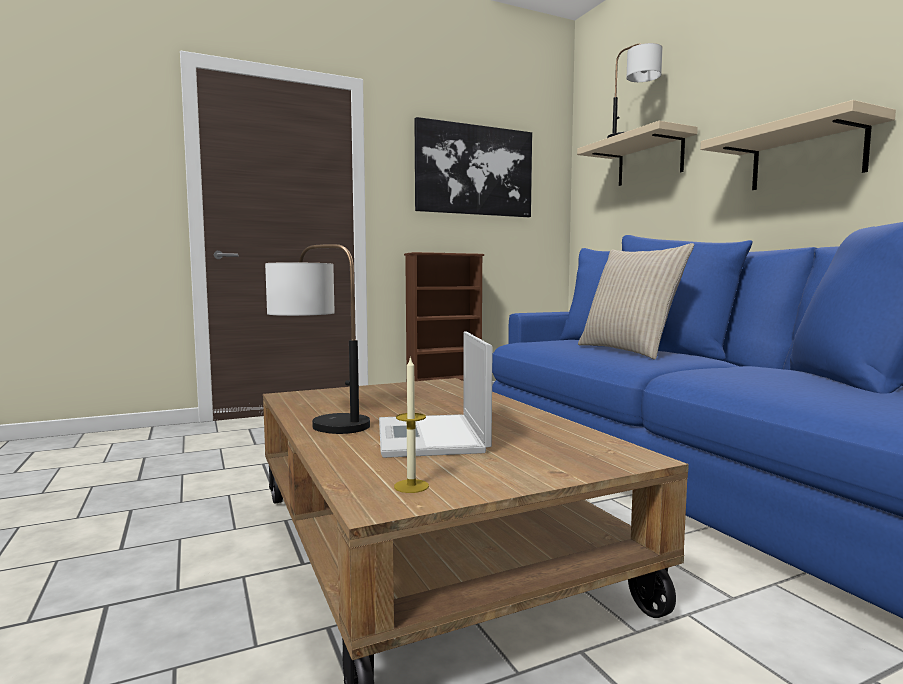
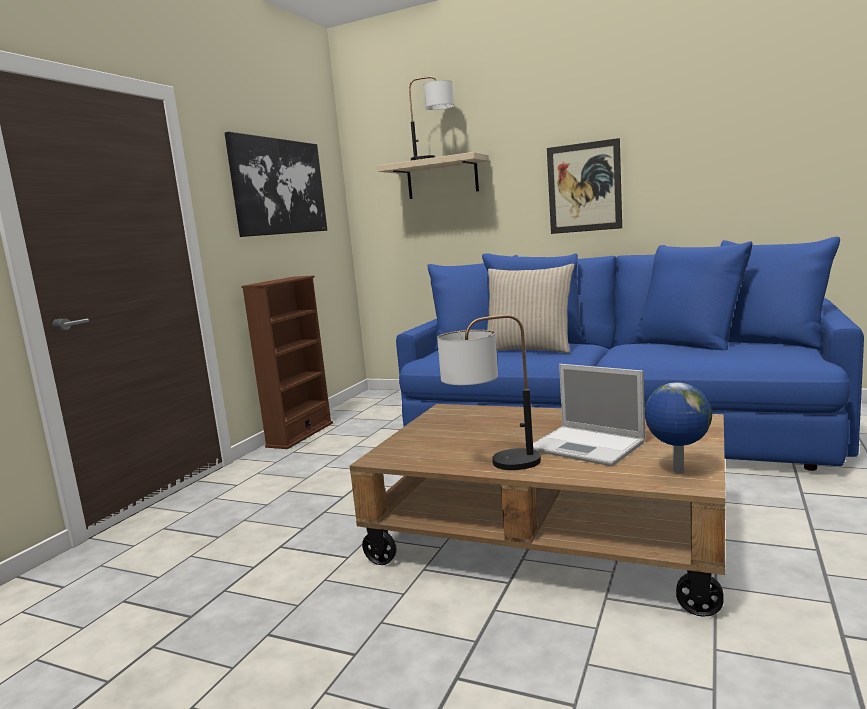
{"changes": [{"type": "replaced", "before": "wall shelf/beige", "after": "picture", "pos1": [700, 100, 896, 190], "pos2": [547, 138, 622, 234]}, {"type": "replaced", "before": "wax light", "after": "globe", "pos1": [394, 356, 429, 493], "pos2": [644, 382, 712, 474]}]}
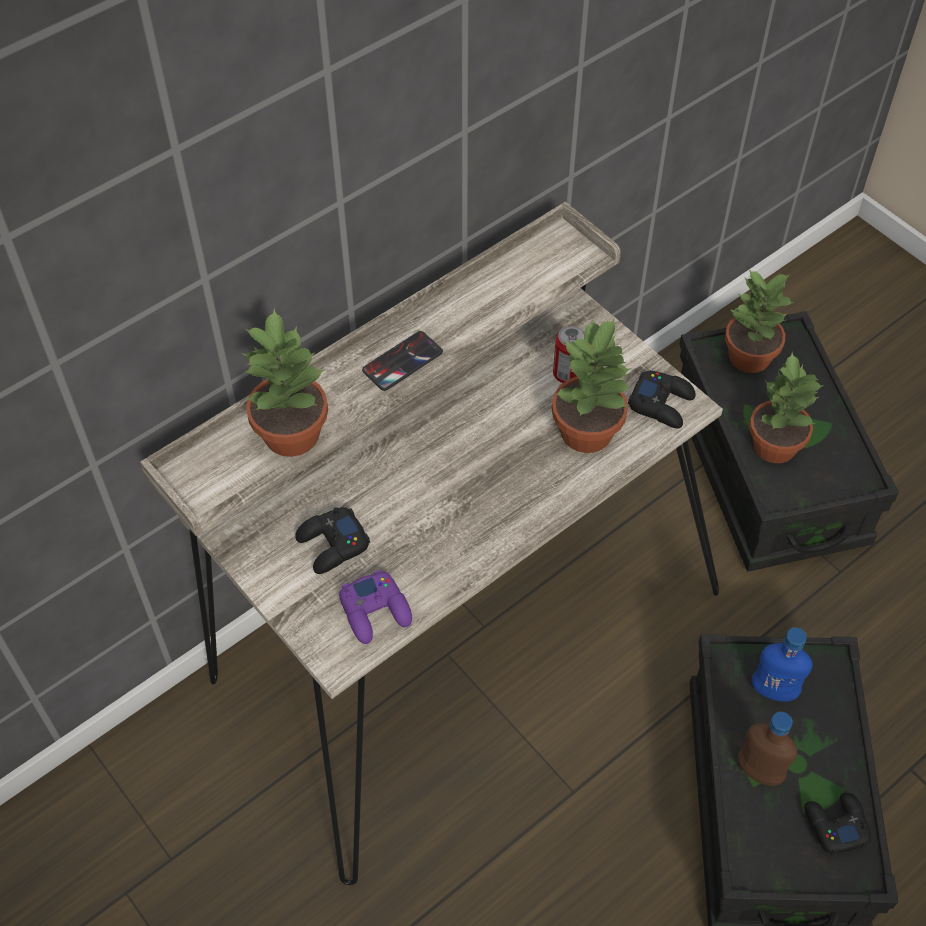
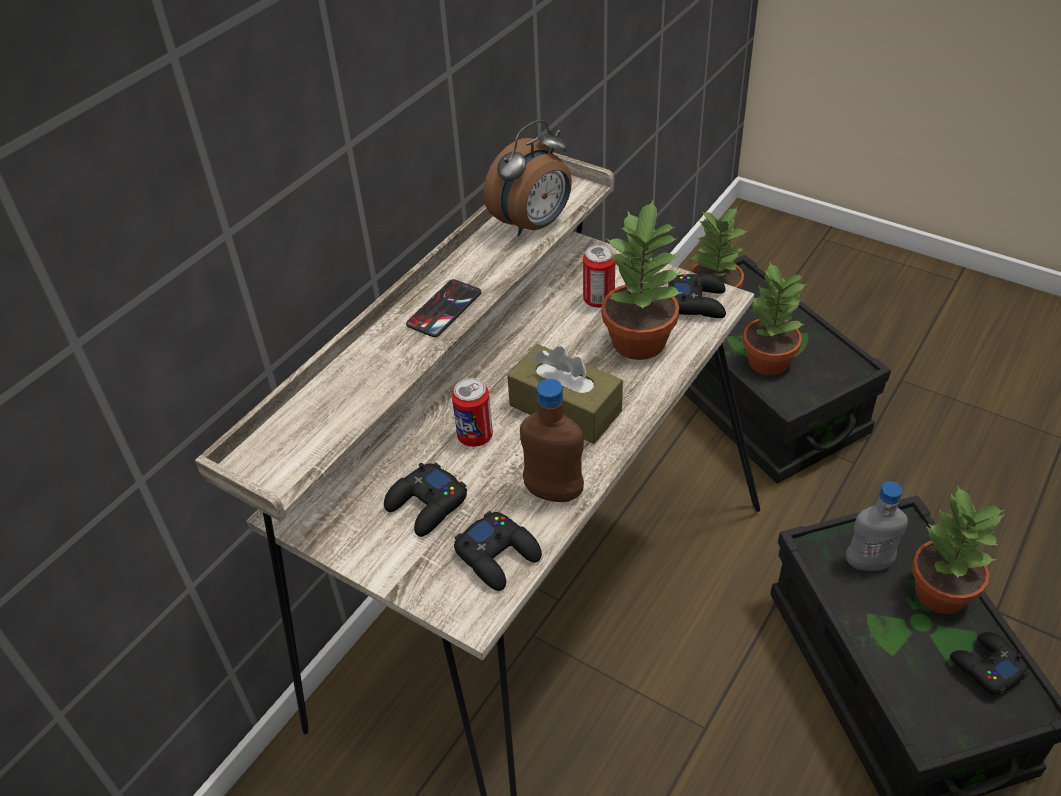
{"changes": [{"type": "moved", "before": "potted plant", "pos1": [242, 308, 328, 457], "pos2": [912, 486, 1004, 614]}, {"type": "recoloured", "before": "gamepad/purplish", "after": "gamepad/black", "pos1": [339, 570, 412, 644], "pos2": [454, 511, 542, 591]}, {"type": "recoloured", "before": "bottle/blue-coloured", "after": "bottle/gray", "pos1": [752, 628, 813, 702], "pos2": [846, 481, 908, 571]}, {"type": "moved", "before": "bottle/brown", "pos1": [738, 712, 797, 786], "pos2": [520, 379, 584, 502]}, {"type": "added", "after": "bedside clock", "pos2": [484, 120, 572, 236]}, {"type": "added", "after": "tissue holder/brown", "pos2": [507, 344, 623, 444]}, {"type": "added", "after": "sealed can", "pos2": [452, 378, 493, 447]}]}
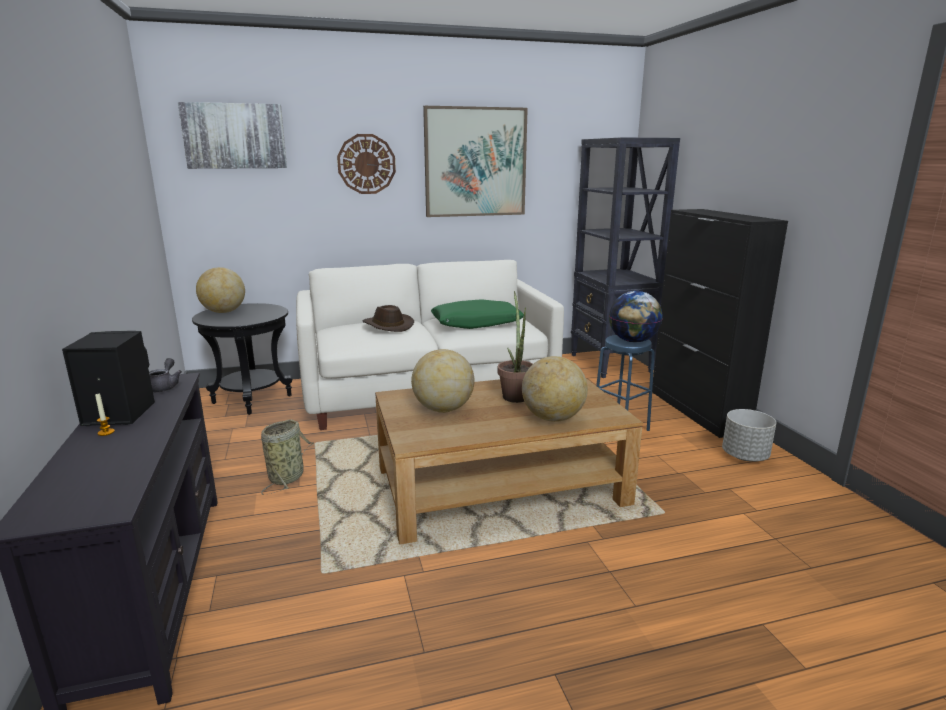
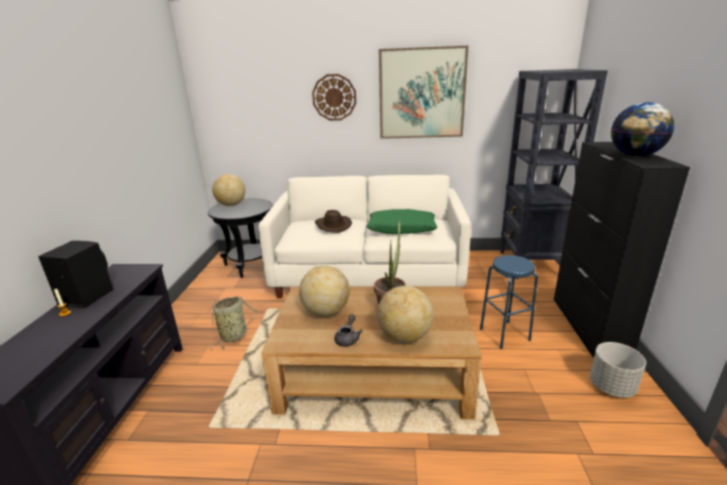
{"changes": [{"type": "removed", "before": "picture", "pos1": [178, 102, 287, 169]}, {"type": "moved", "before": "globe", "pos1": [609, 291, 662, 342], "pos2": [611, 102, 674, 157]}, {"type": "moved", "before": "teapot/gray", "pos1": [149, 358, 182, 392], "pos2": [335, 314, 362, 347]}]}
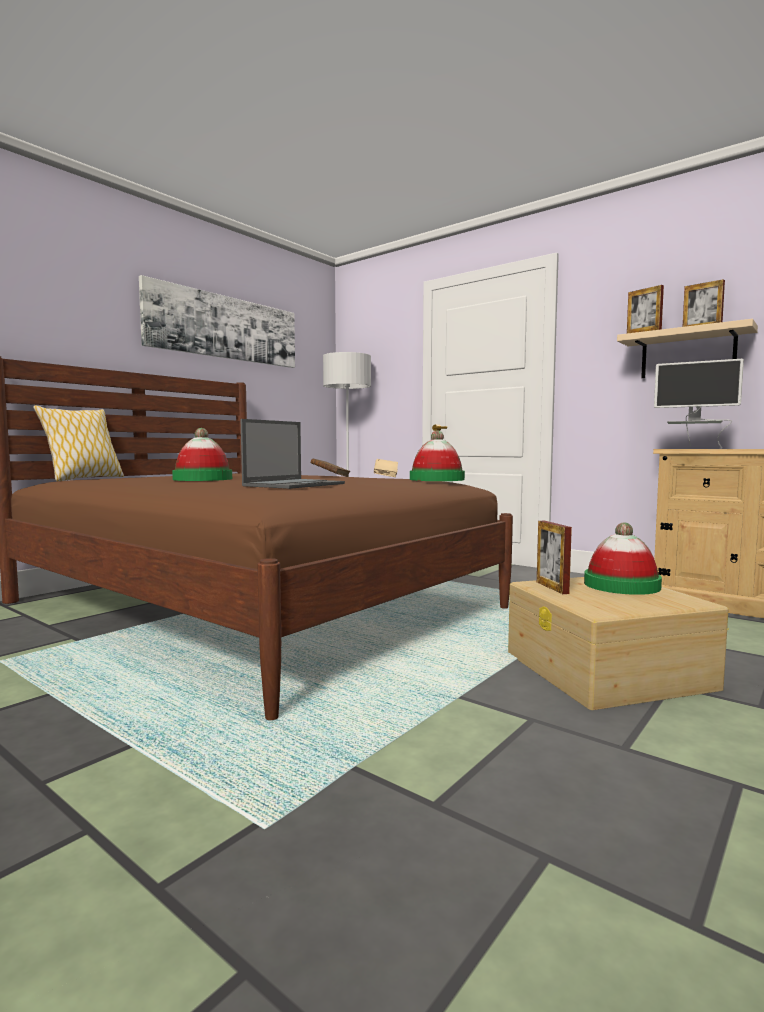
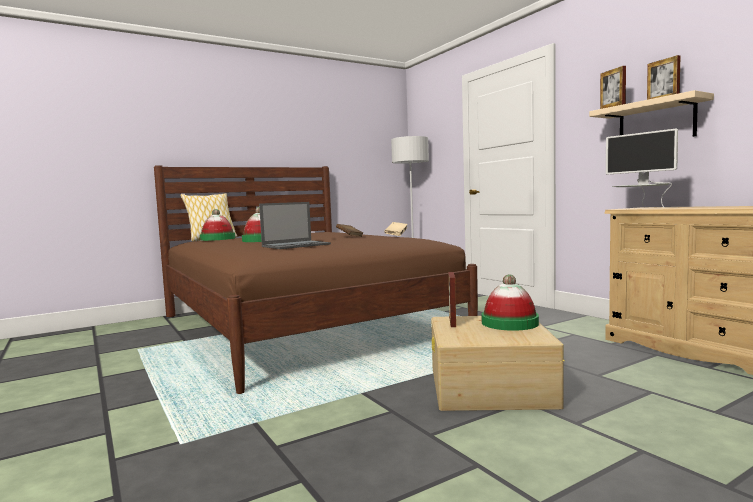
{"changes": [{"type": "removed", "before": "picture", "pos1": [139, 275, 295, 368]}, {"type": "moved", "before": "wearable hat", "pos1": [410, 430, 465, 481], "pos2": [200, 209, 235, 241]}]}
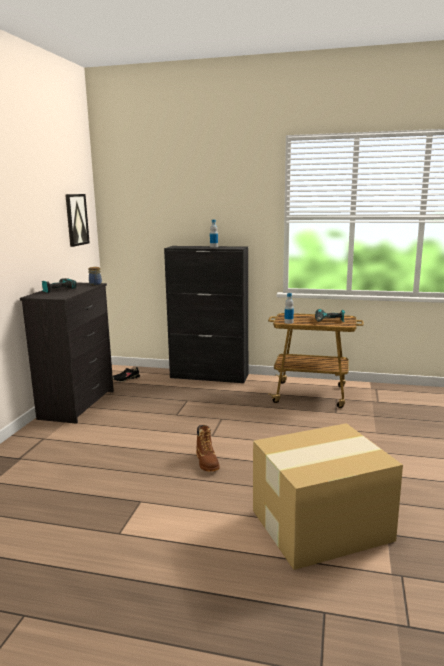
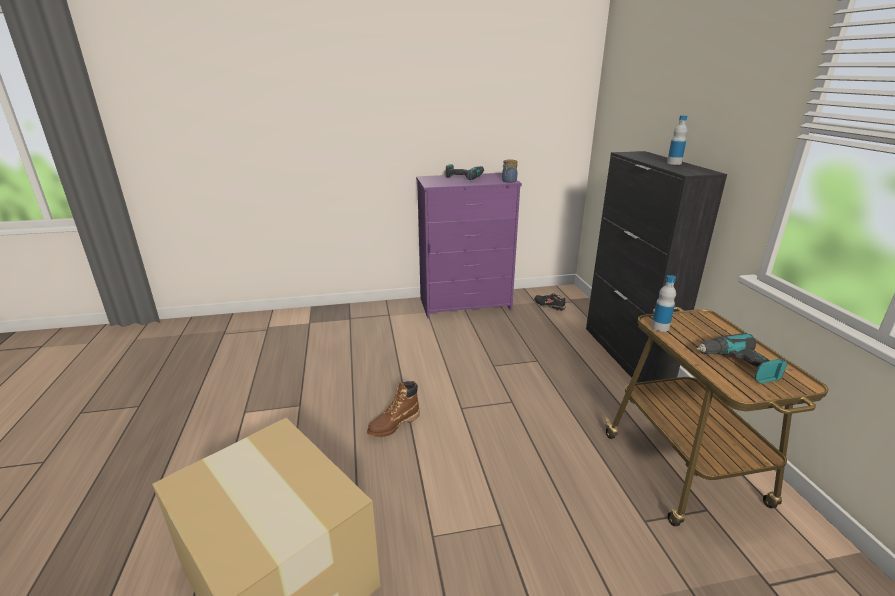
{"changes": [{"type": "removed", "before": "picture", "pos1": [65, 194, 90, 247]}, {"type": "recoloured", "before": "dresser/black", "after": "dresser/purplish", "pos1": [20, 283, 114, 424], "pos2": [416, 173, 522, 318]}]}
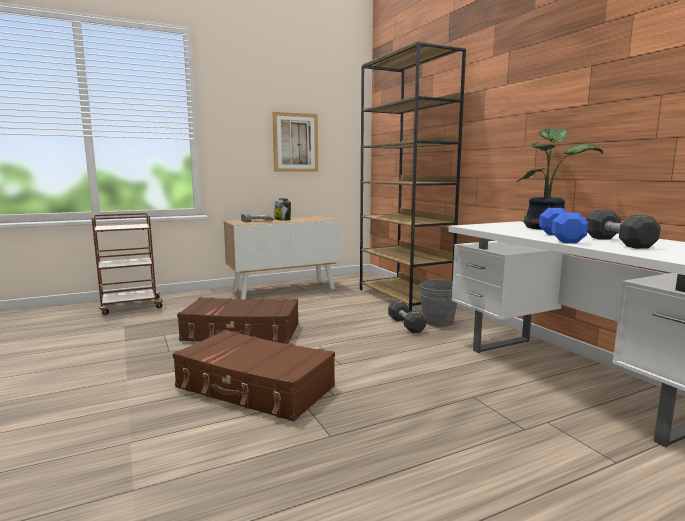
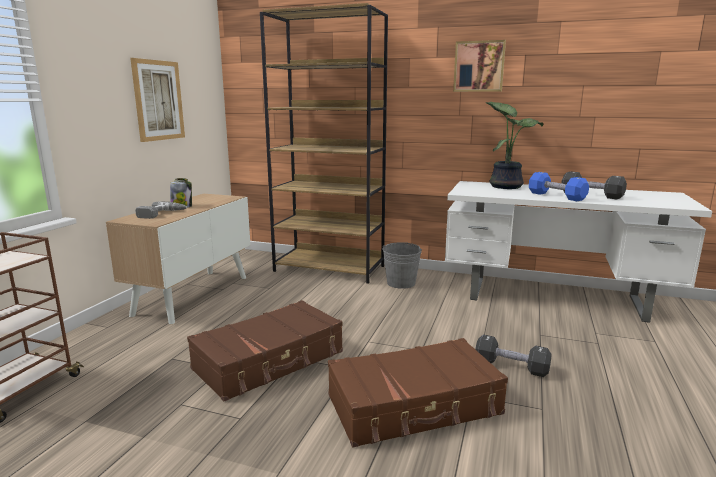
{"changes": [{"type": "moved", "before": "free weight/black", "pos1": [388, 300, 426, 333], "pos2": [475, 334, 551, 377]}, {"type": "added", "after": "picture", "pos2": [453, 40, 506, 92]}]}
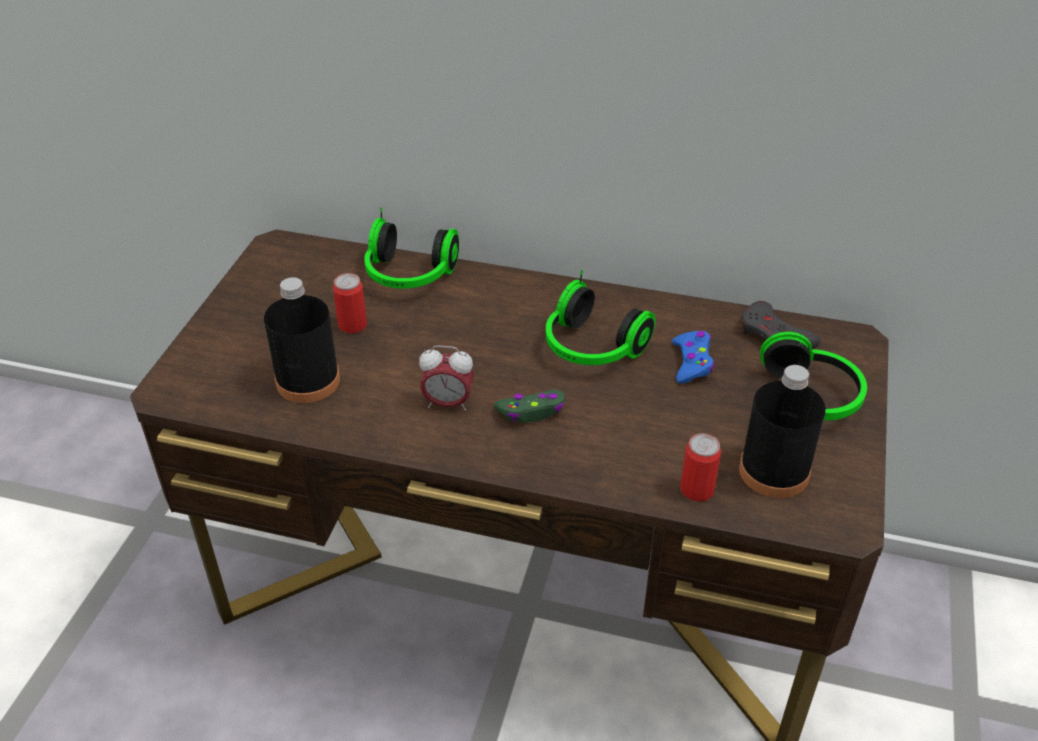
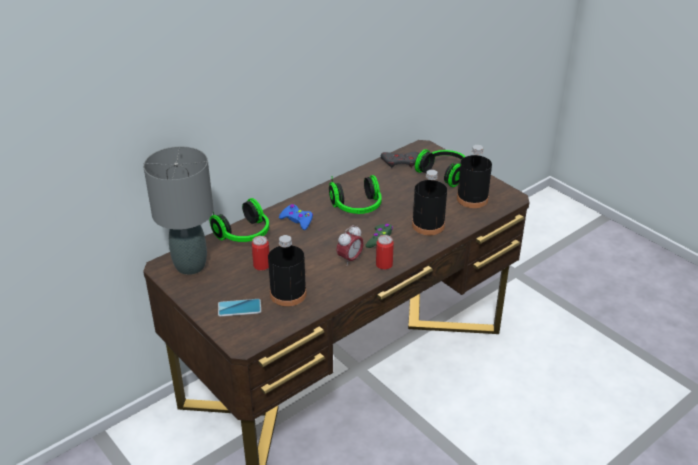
{"changes": [{"type": "moved", "before": "gamepad/blue-coloured", "pos1": [672, 331, 714, 384], "pos2": [279, 204, 313, 230]}, {"type": "moved", "before": "sealed can", "pos1": [680, 433, 721, 501], "pos2": [376, 235, 394, 270]}, {"type": "added", "after": "lamp for a table/gray", "pos2": [143, 146, 213, 275]}, {"type": "added", "after": "bottle/black", "pos2": [412, 170, 447, 235]}, {"type": "added", "after": "handset", "pos2": [218, 299, 261, 317]}]}
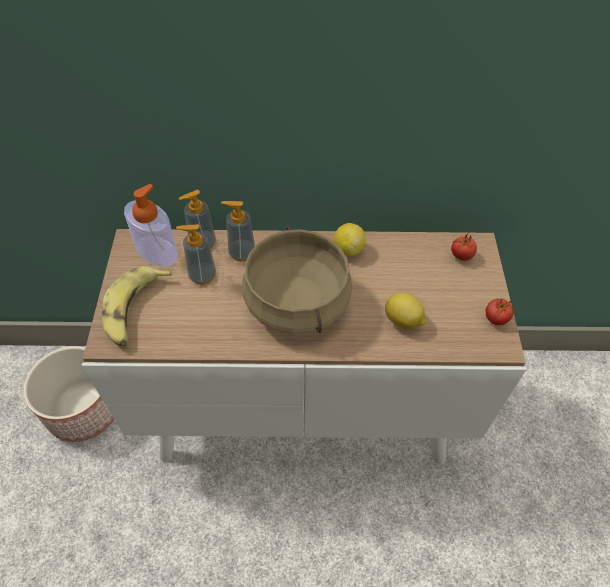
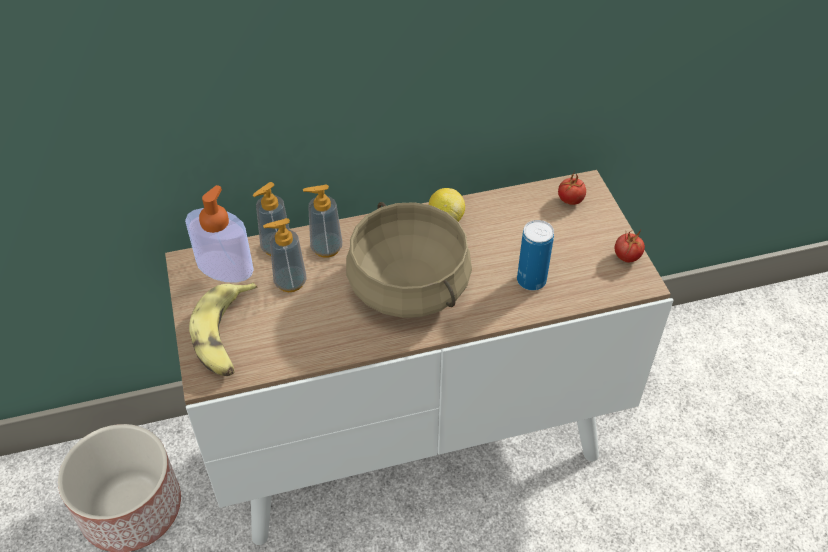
{"changes": [{"type": "replaced", "before": "lemon", "after": "sealed can", "pos1": [385, 292, 425, 329], "pos2": [517, 220, 554, 291]}]}
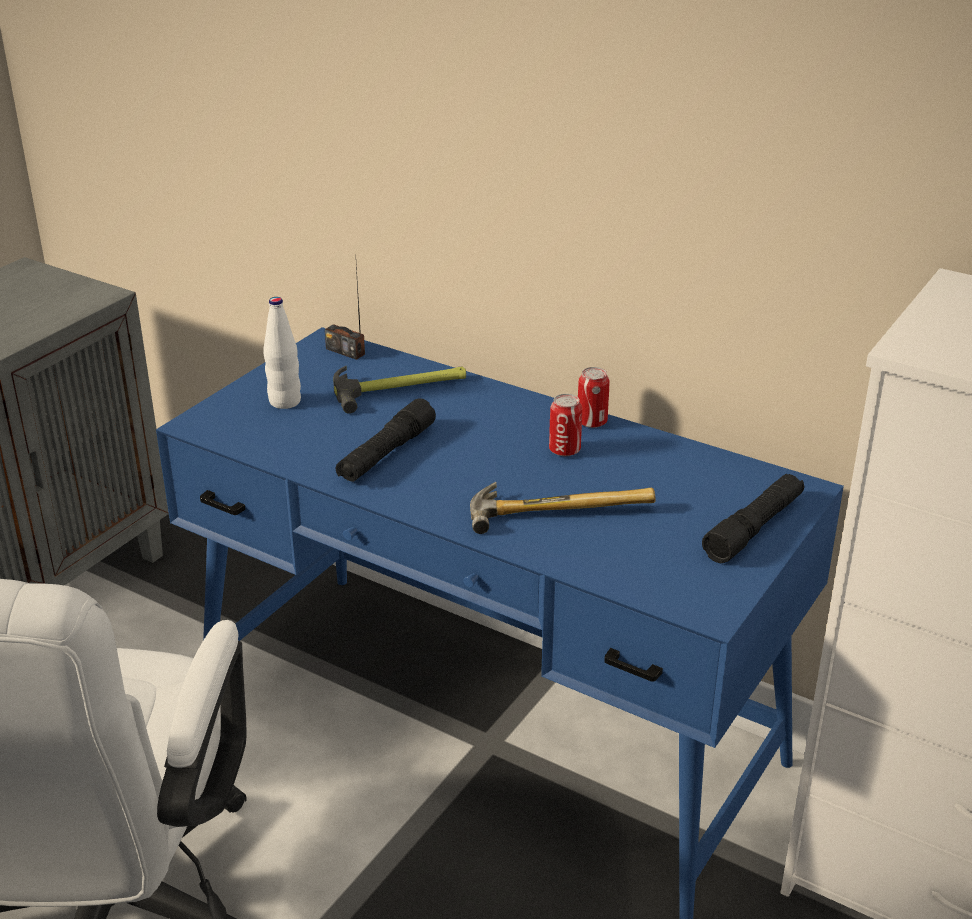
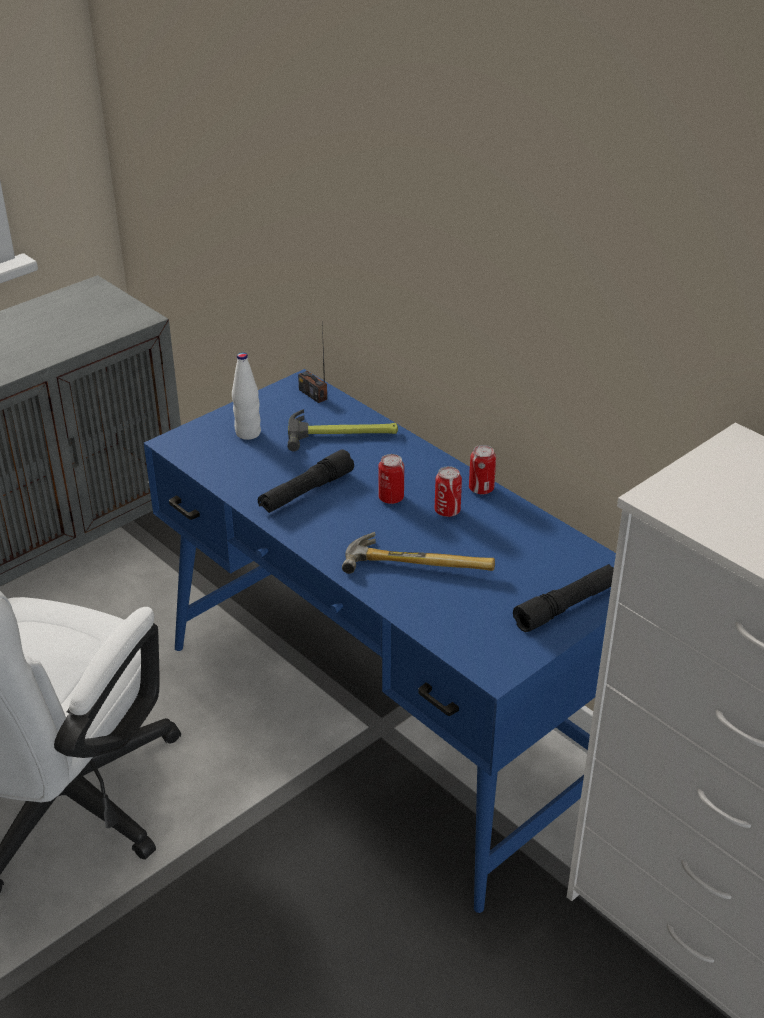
{"changes": [{"type": "added", "after": "sealed can", "pos2": [378, 454, 404, 504]}]}
